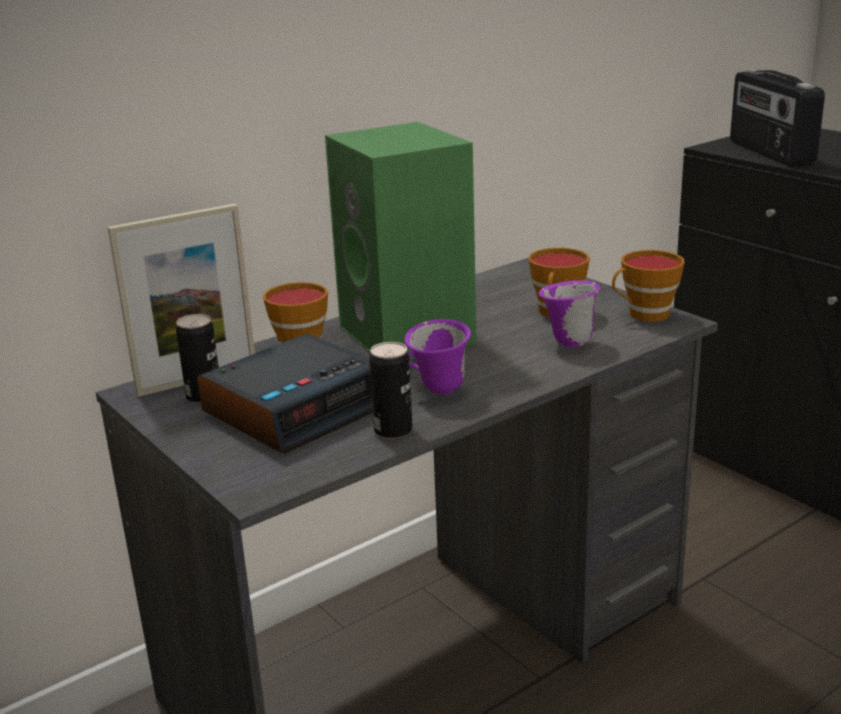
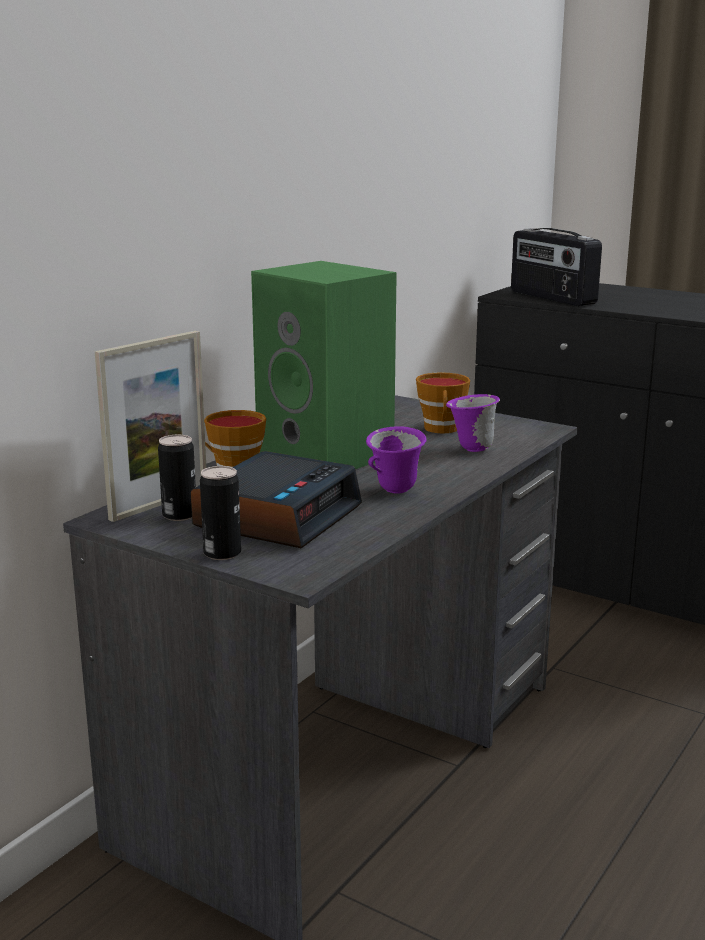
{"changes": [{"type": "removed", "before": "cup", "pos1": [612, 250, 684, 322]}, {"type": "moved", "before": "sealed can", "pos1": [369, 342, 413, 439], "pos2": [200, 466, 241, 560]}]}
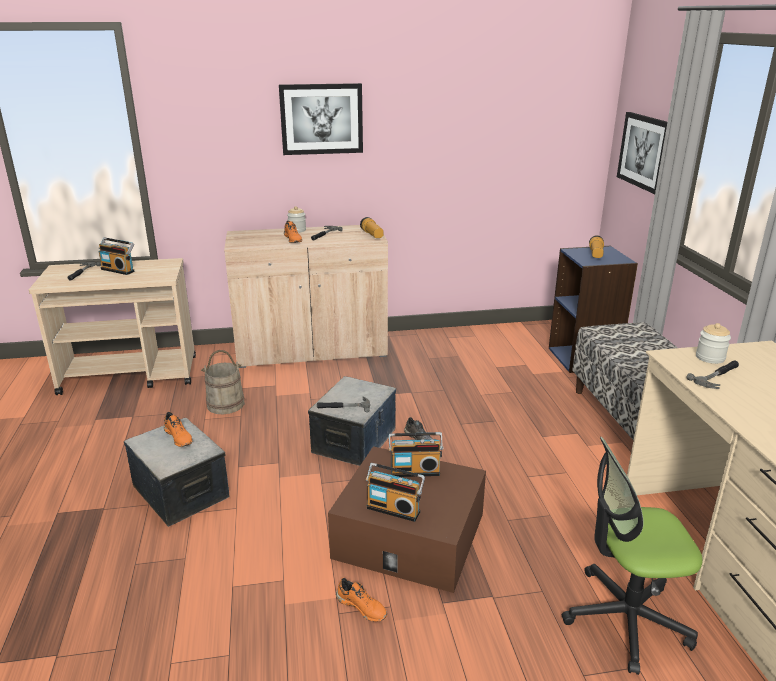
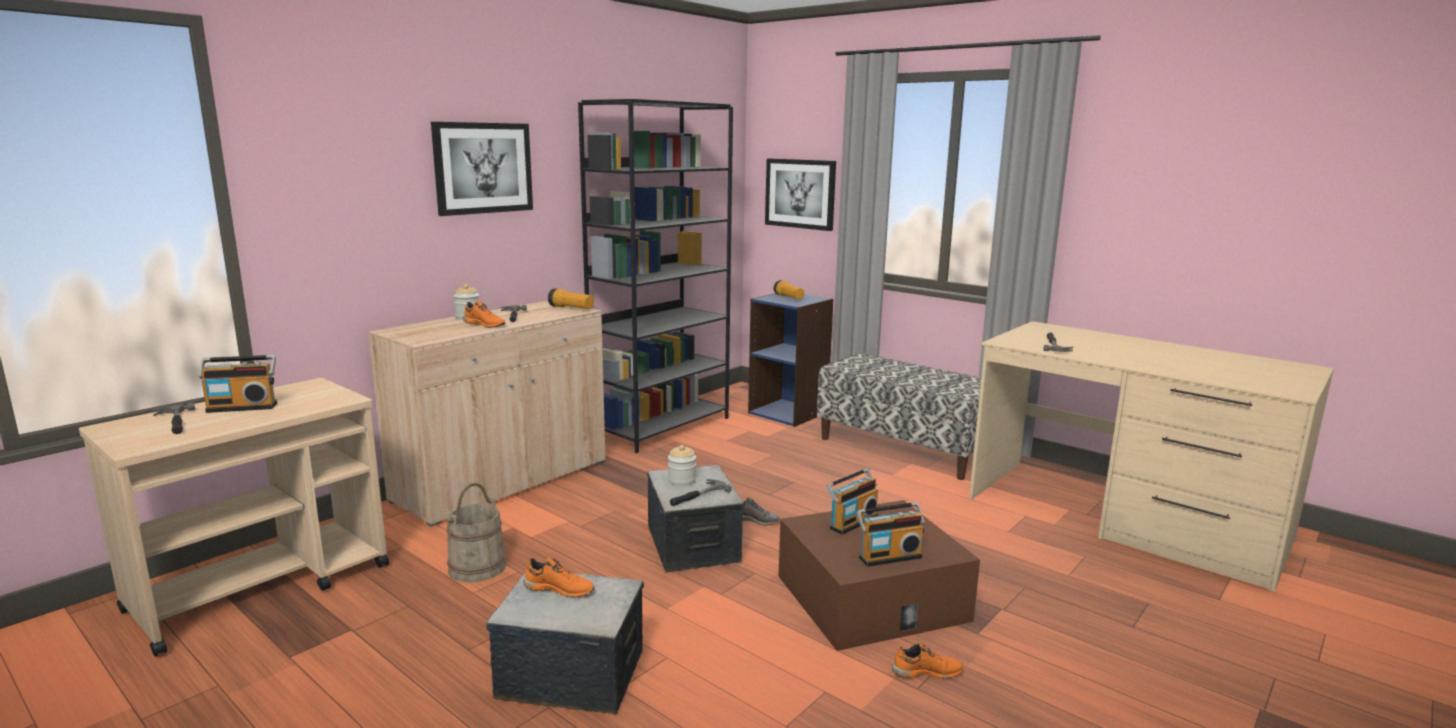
{"changes": [{"type": "moved", "before": "jar", "pos1": [696, 323, 731, 364], "pos2": [668, 445, 696, 486]}, {"type": "removed", "before": "desk chair", "pos1": [562, 437, 702, 675]}, {"type": "added", "after": "shelving unit/black", "pos2": [578, 99, 733, 453]}]}
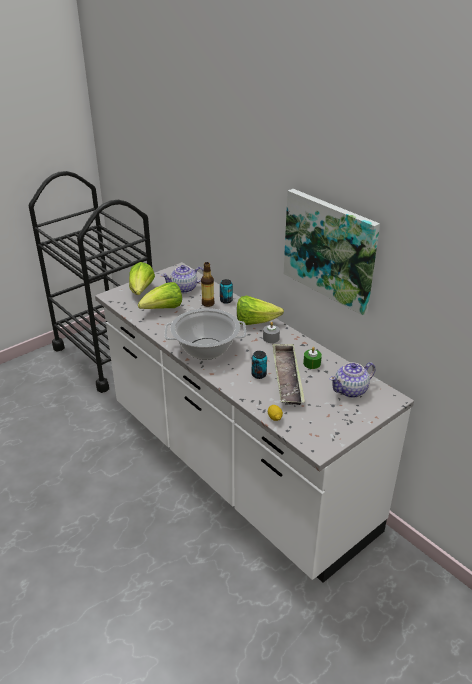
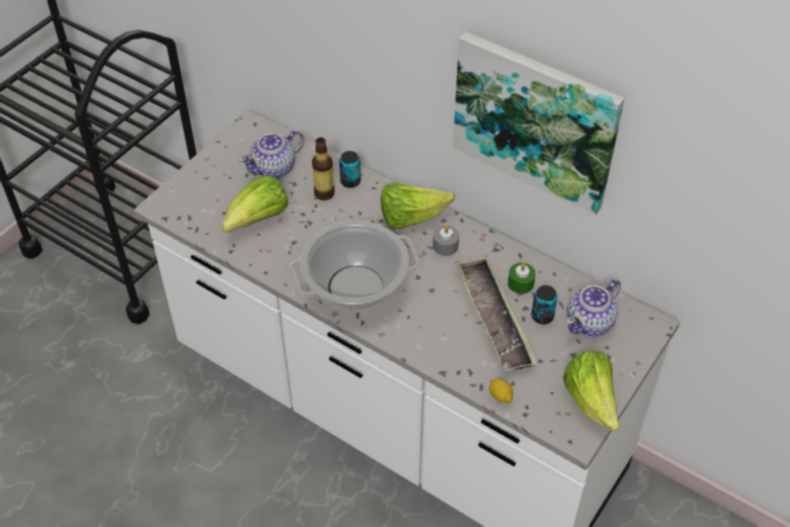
{"changes": [{"type": "moved", "before": "head of lettuce", "pos1": [129, 262, 155, 295], "pos2": [563, 350, 620, 431]}, {"type": "moved", "before": "sealed can", "pos1": [252, 351, 267, 379], "pos2": [531, 285, 558, 324]}]}
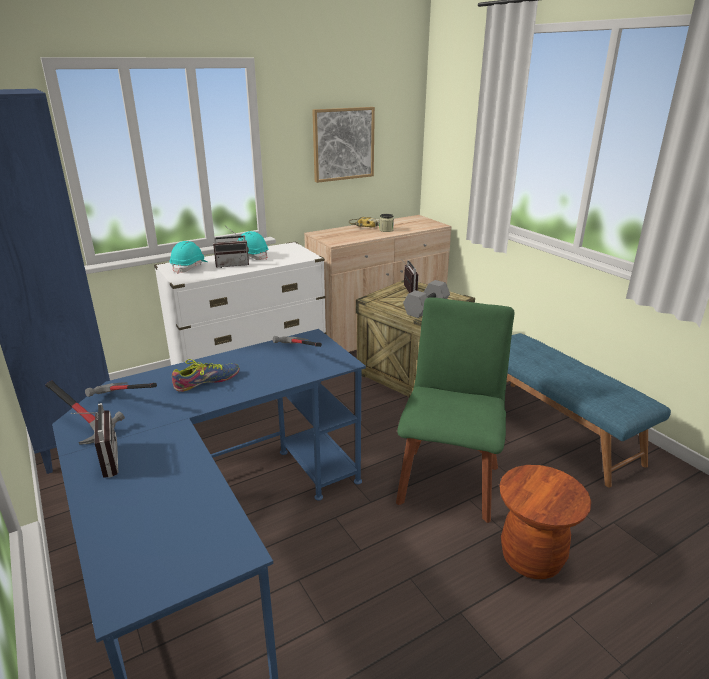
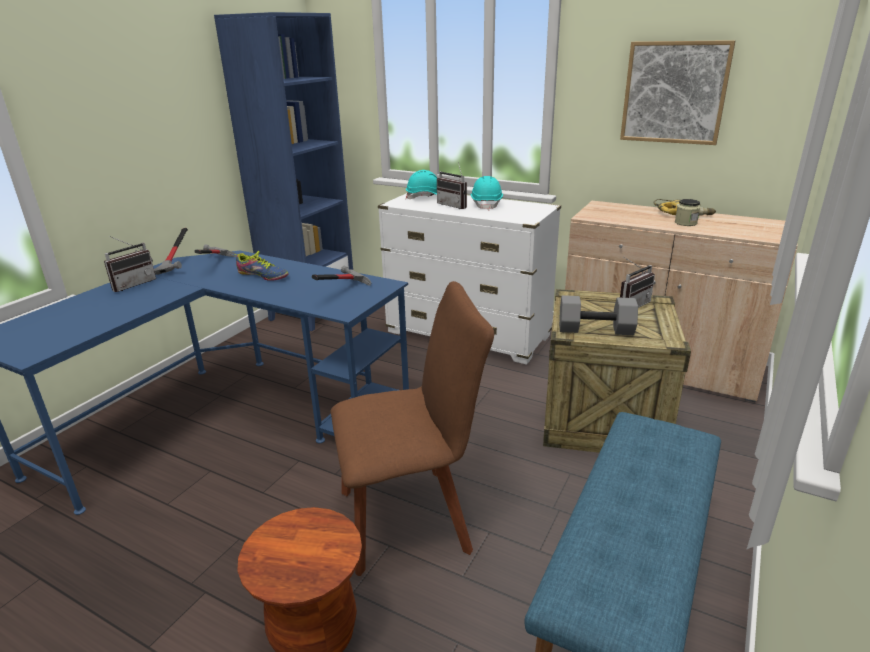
{"changes": [{"type": "recoloured", "before": "upright chair/green", "after": "upright chair/brown", "pos1": [396, 297, 515, 523], "pos2": [330, 281, 494, 576]}]}
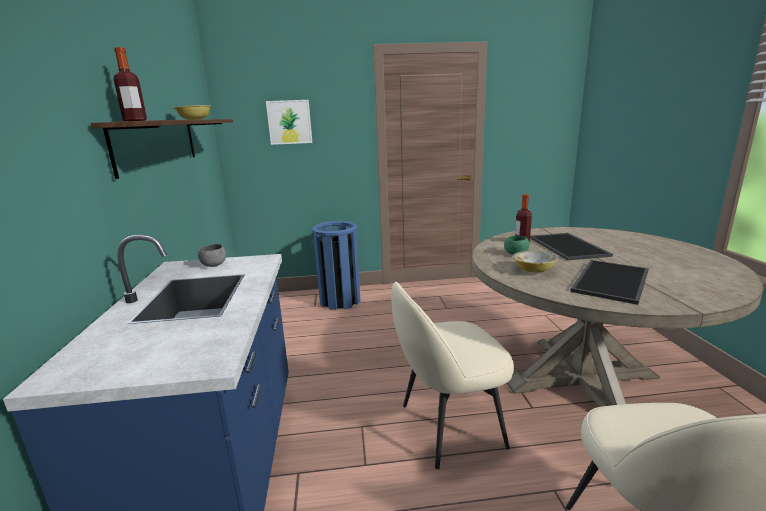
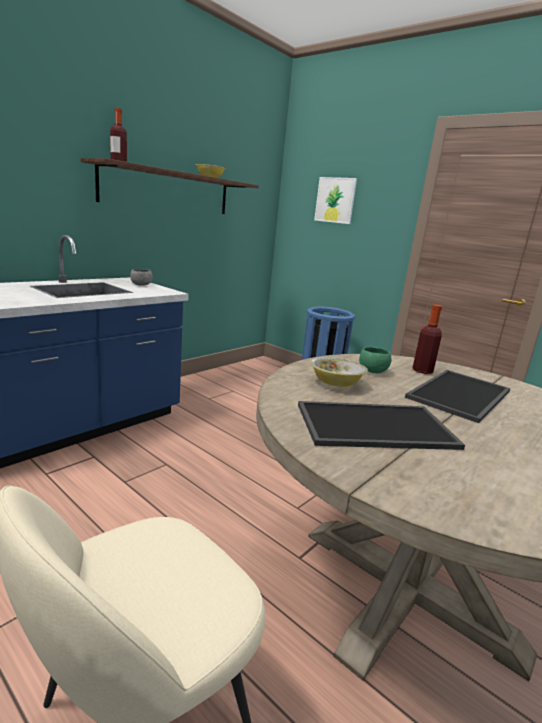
{"changes": [{"type": "removed", "before": "upright chair/beige", "pos1": [391, 282, 514, 469]}]}
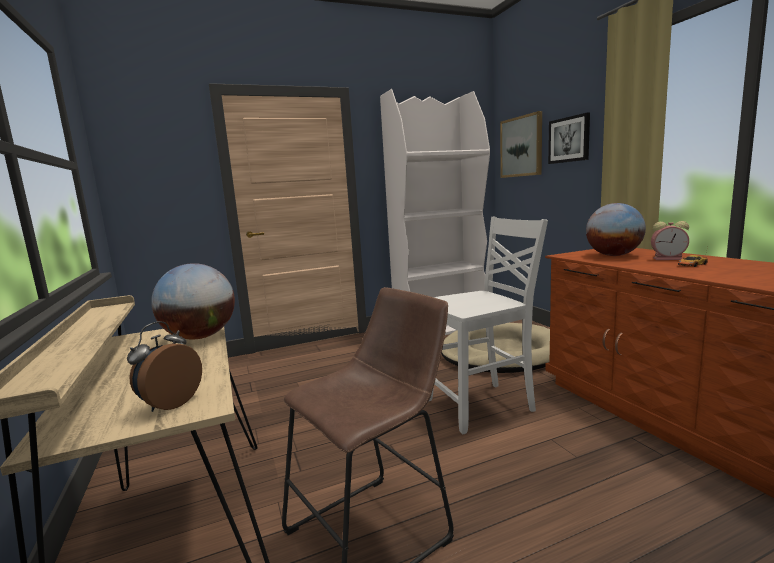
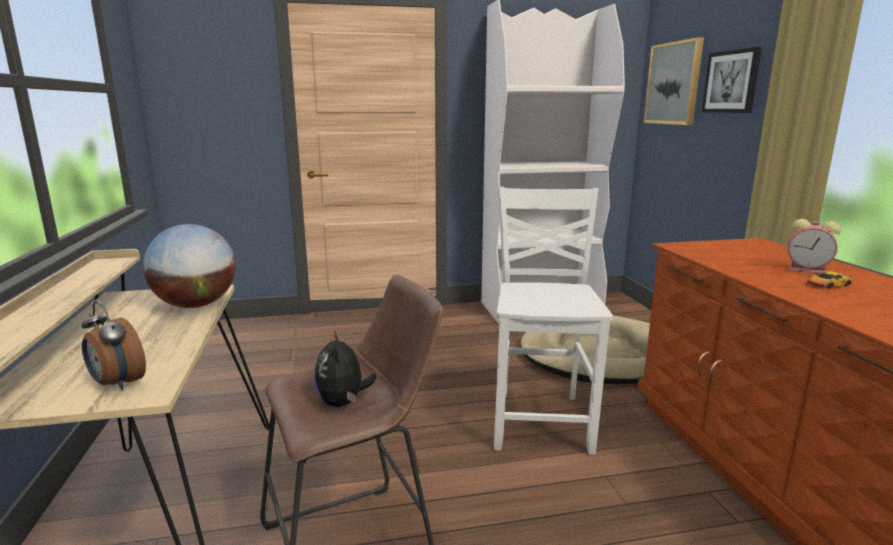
{"changes": [{"type": "removed", "before": "globe", "pos1": [586, 203, 646, 256]}, {"type": "turned", "before": "upright chair/whitish", "pos1": [429, 217, 548, 434], "pos2": [494, 187, 613, 455], "turn": -75}, {"type": "turned", "before": "bedside clock", "pos1": [127, 321, 202, 412], "pos2": [82, 301, 146, 390], "turn": -90}, {"type": "added", "after": "plush toy", "pos2": [314, 330, 377, 407]}]}
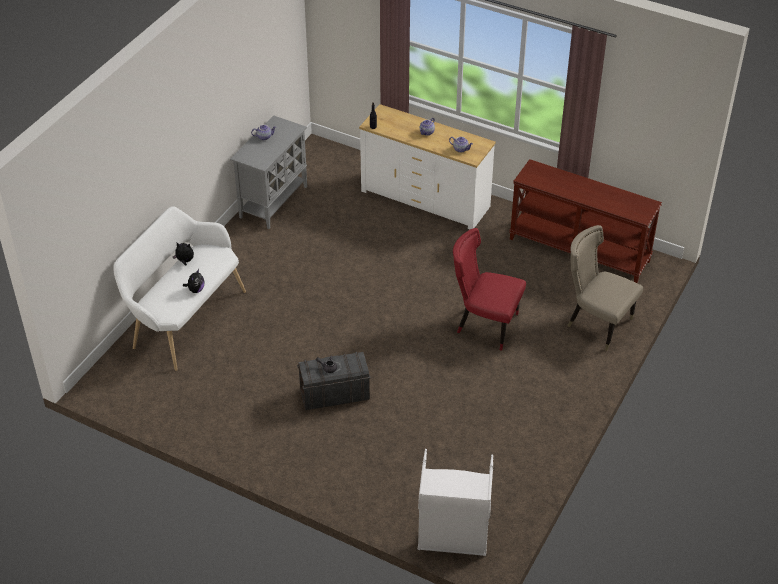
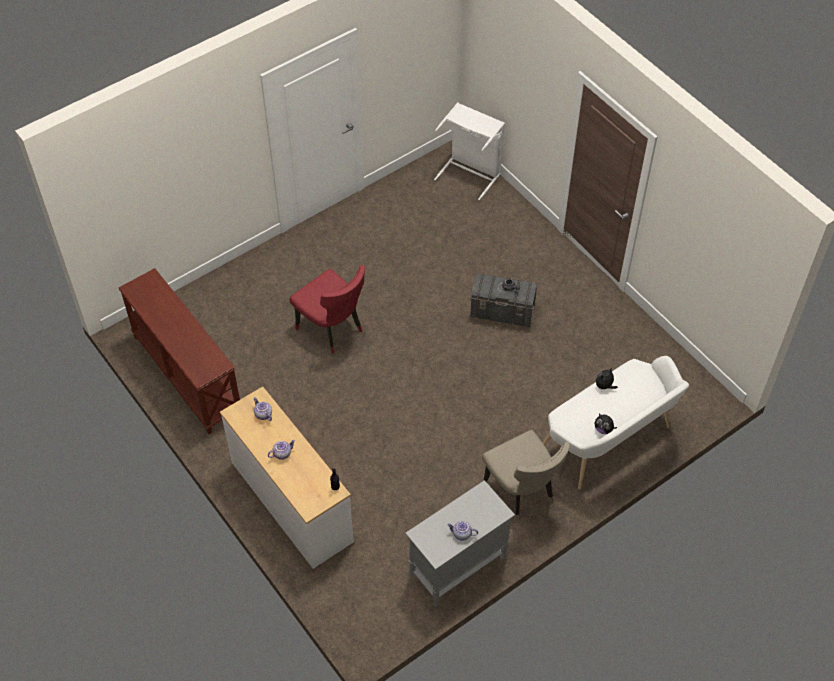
{"changes": [{"type": "moved", "before": "upright chair/beige", "pos1": [567, 225, 643, 351], "pos2": [482, 430, 570, 521]}]}
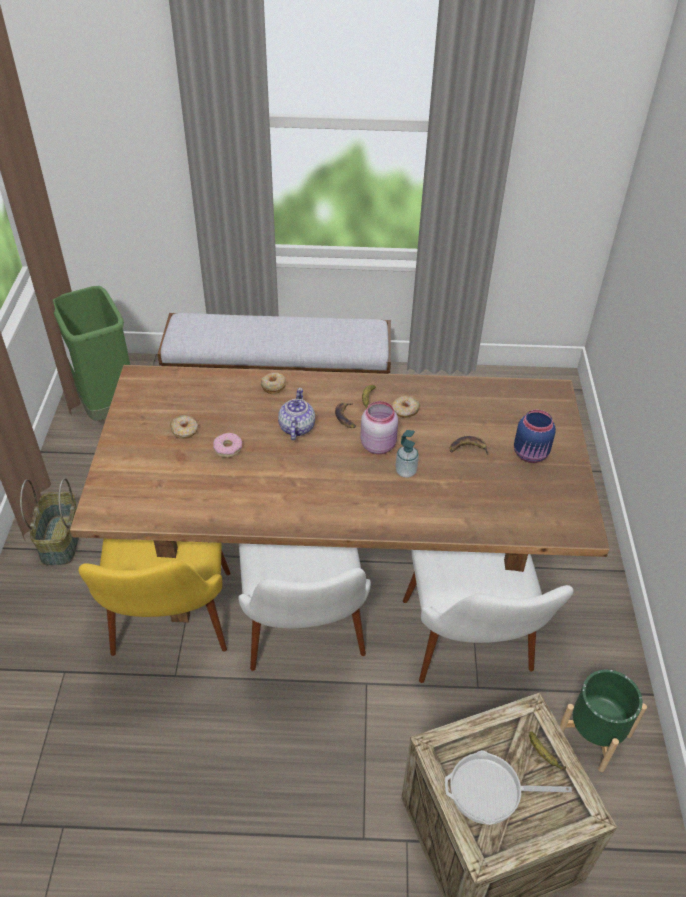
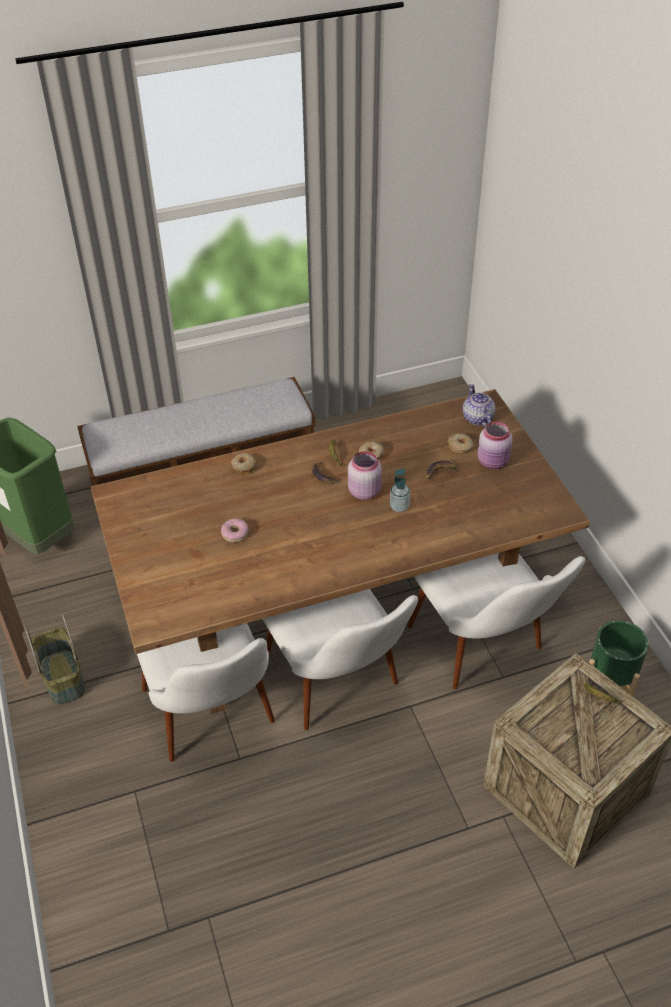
{"changes": [{"type": "moved", "before": "teapot", "pos1": [278, 388, 315, 440], "pos2": [463, 384, 495, 427]}, {"type": "recoloured", "before": "jar/blue-coloured", "after": "jar/pink", "pos1": [514, 410, 556, 463], "pos2": [477, 422, 513, 469]}, {"type": "moved", "before": "donut", "pos1": [170, 415, 198, 439], "pos2": [448, 433, 473, 453]}, {"type": "recoloured", "before": "upright chair/yellowish", "after": "upright chair/whitish", "pos1": [79, 539, 230, 656], "pos2": [137, 623, 275, 762]}, {"type": "removed", "before": "frying pan", "pos1": [445, 750, 572, 825]}]}
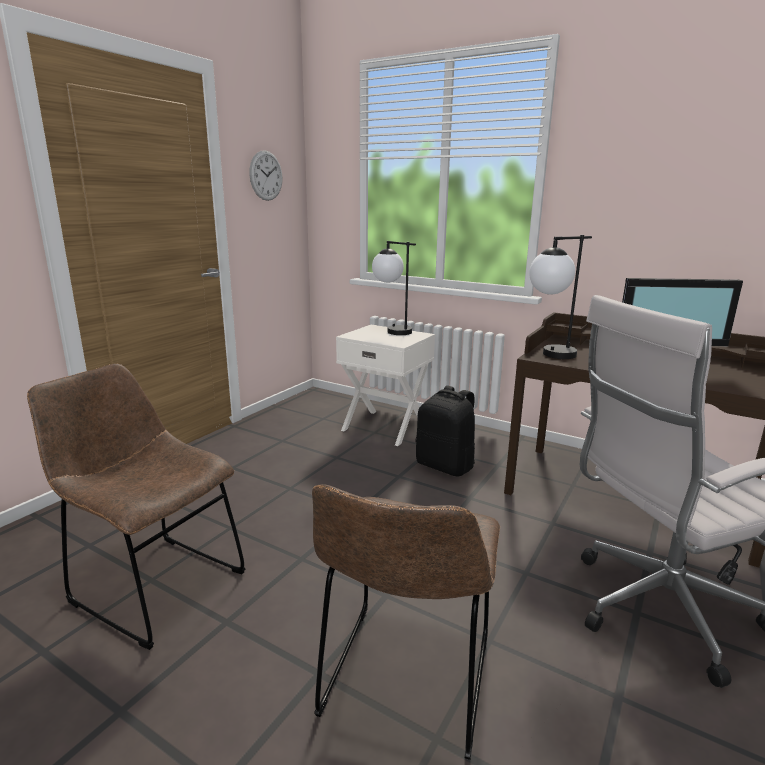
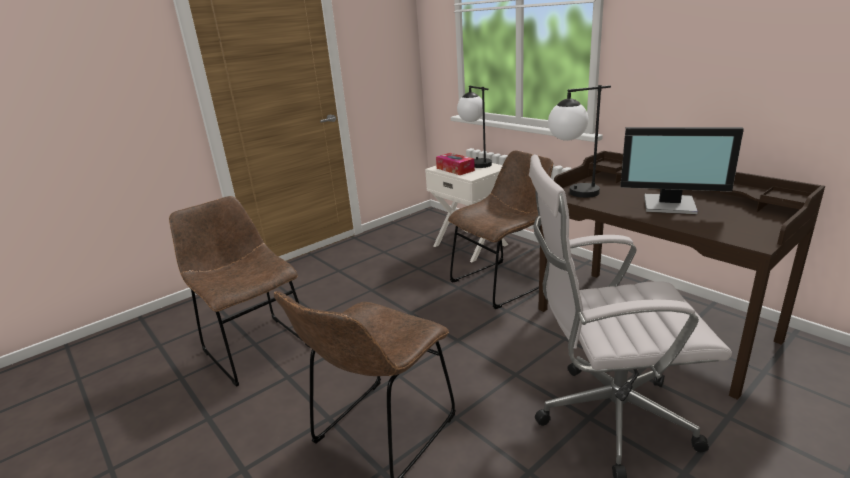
{"changes": [{"type": "removed", "before": "clock on the wall", "pos1": [249, 150, 283, 201]}, {"type": "replaced", "before": "rucksack/black", "after": "upright chair/brown", "pos1": [416, 386, 475, 476], "pos2": [448, 151, 553, 309]}, {"type": "added", "after": "tissue holder", "pos2": [436, 153, 475, 175]}]}
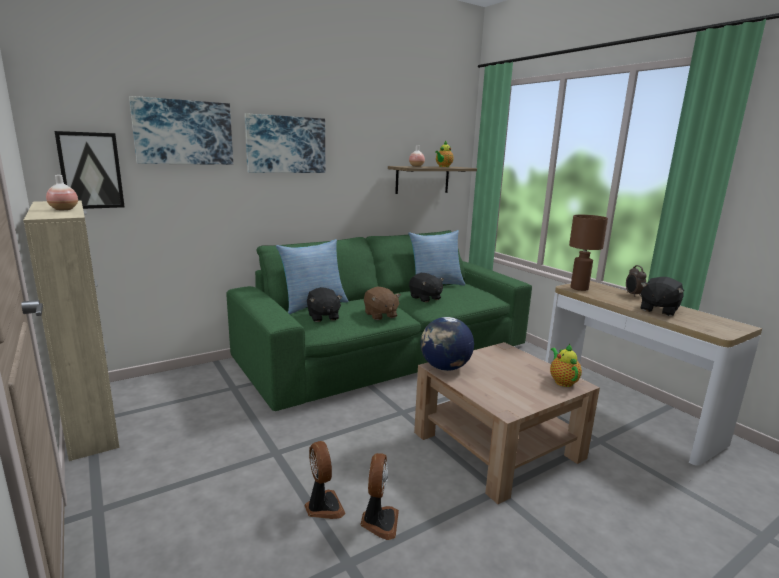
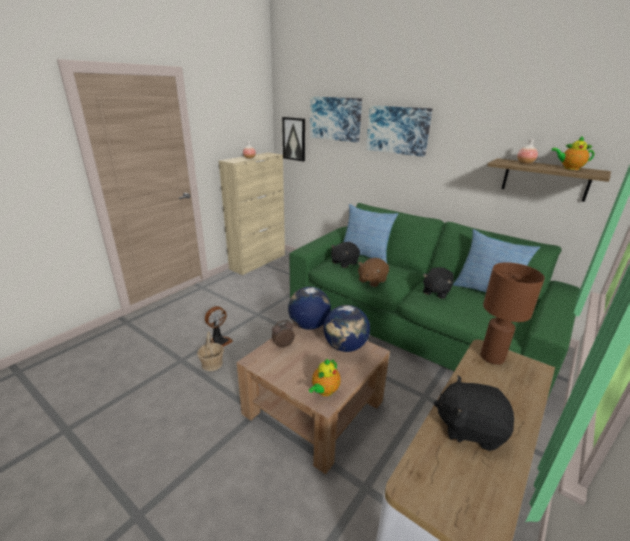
{"changes": [{"type": "moved", "before": "bedside clock", "pos1": [626, 265, 647, 297], "pos2": [272, 320, 295, 349]}, {"type": "turned", "before": "teapot", "pos1": [550, 344, 582, 387], "pos2": [309, 359, 341, 396], "turn": 150}, {"type": "replaced", "before": "cooling fan", "after": "household basket", "pos1": [360, 453, 399, 540], "pos2": [197, 331, 224, 371]}, {"type": "added", "after": "globe", "pos2": [323, 305, 370, 352]}]}
